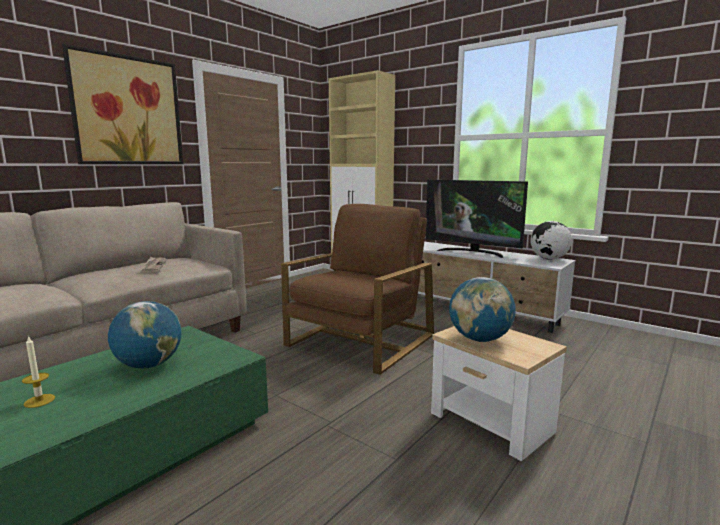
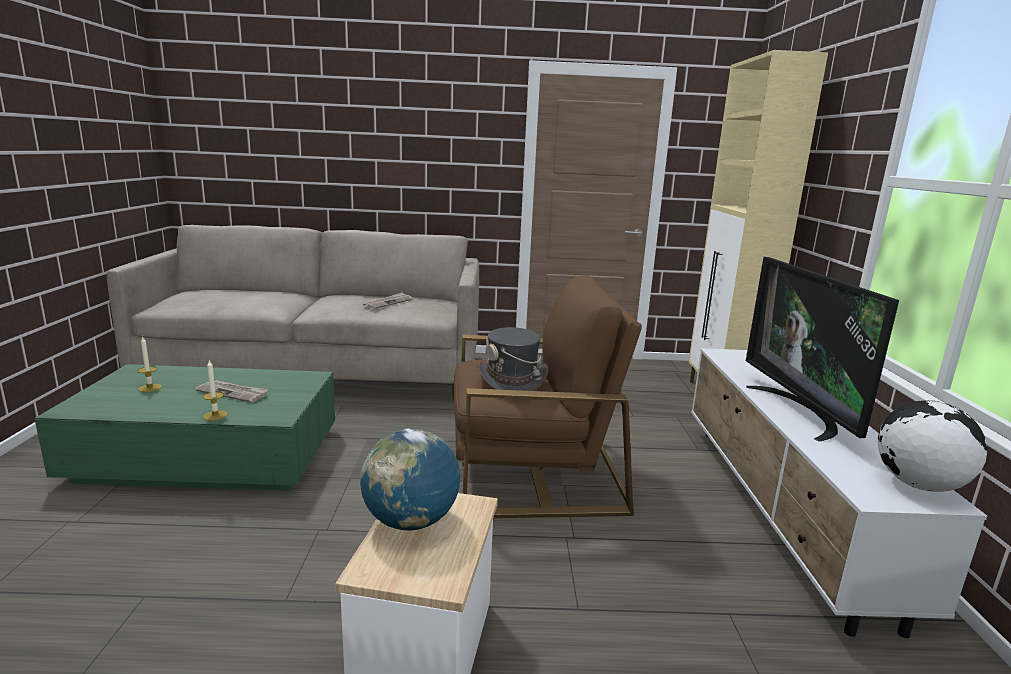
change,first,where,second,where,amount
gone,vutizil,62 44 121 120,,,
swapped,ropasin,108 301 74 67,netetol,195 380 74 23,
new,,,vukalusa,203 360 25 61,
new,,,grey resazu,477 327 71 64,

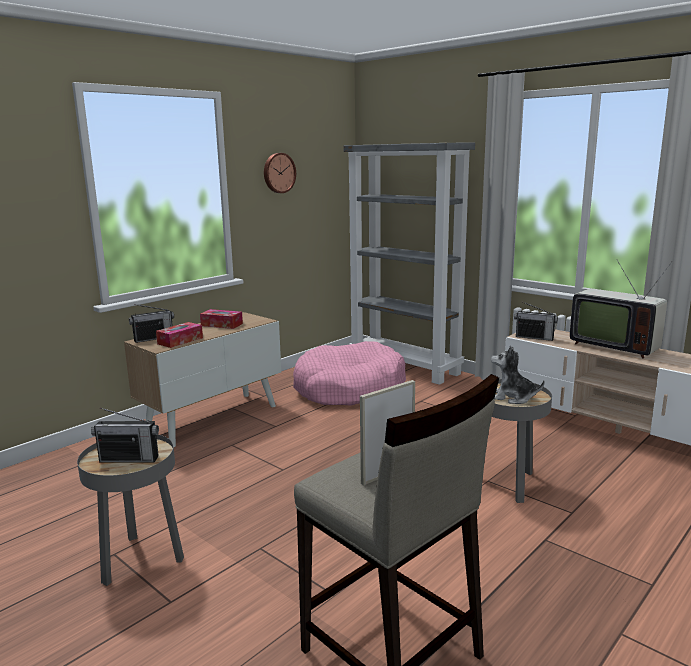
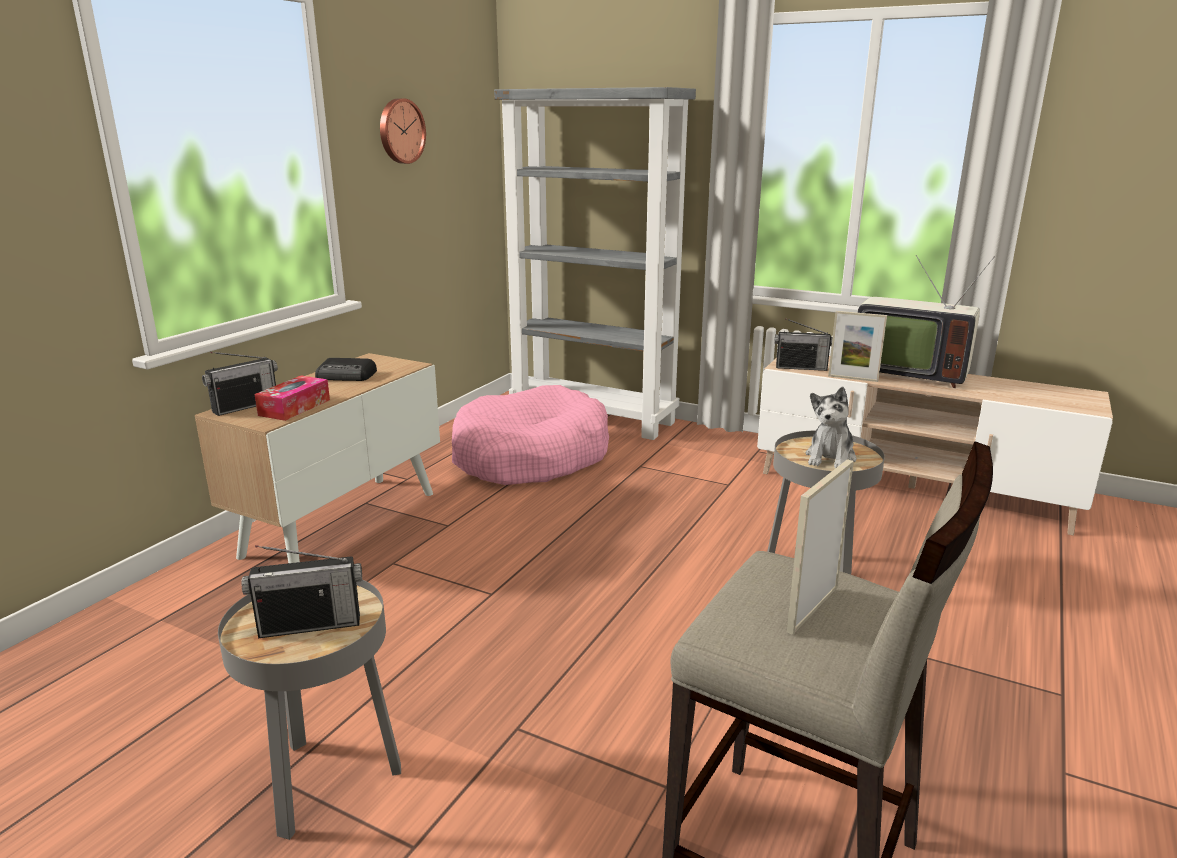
change,first,where,second,where,amount
swapped,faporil,200 309 43 20,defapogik,315 358 62 23,
rotated,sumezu,491 345 54 59,,806 387 50 81,75 degrees counterclockwise
new,,,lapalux,828 311 59 71,

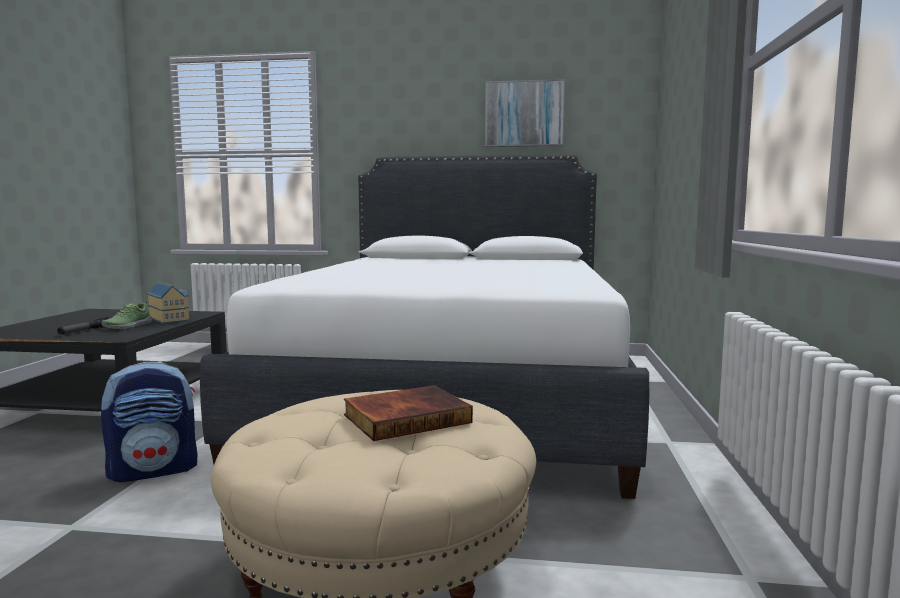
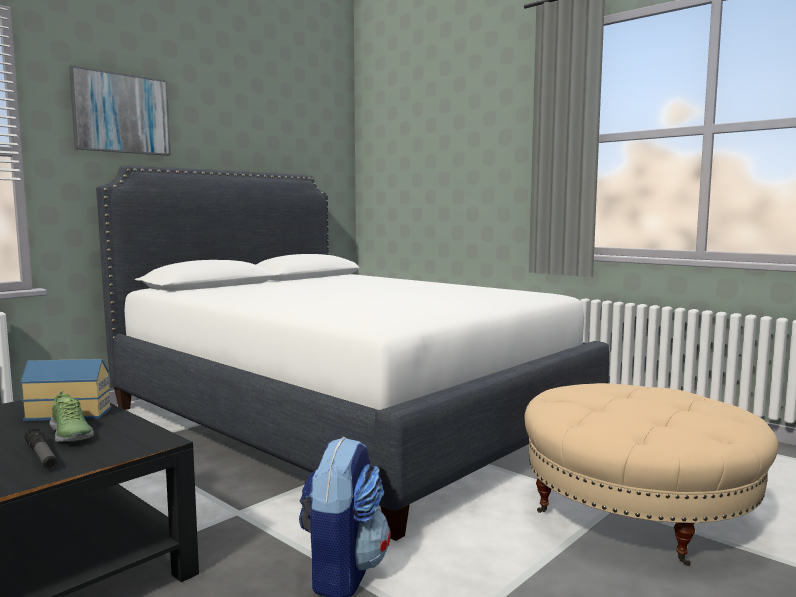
change,first,where,second,where,amount
gone,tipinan,344 385 129 56,,,
shifted,vutizil,485 79 80 68,,69 65 102 91,

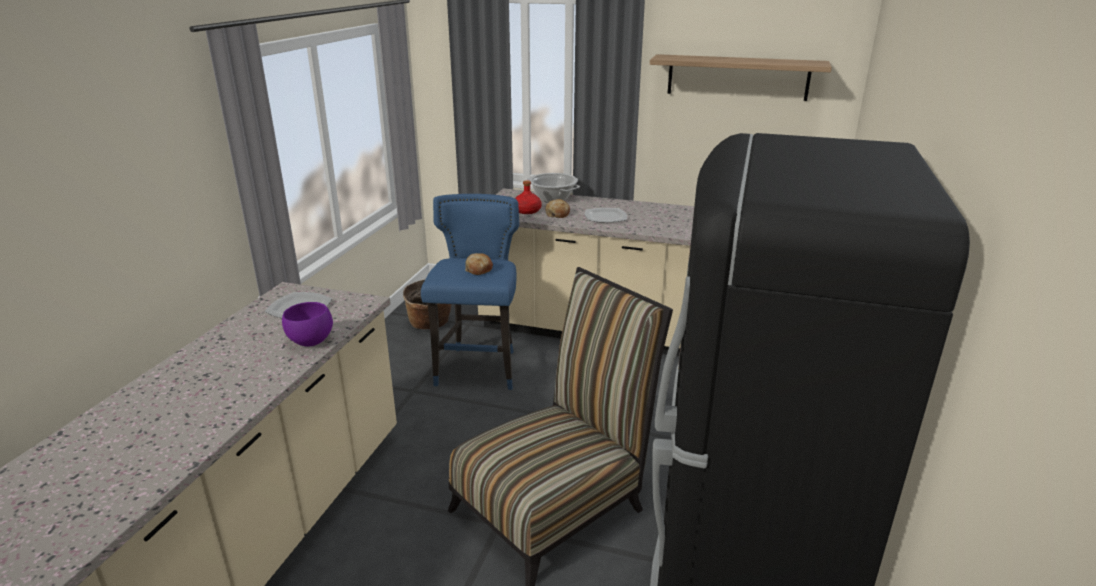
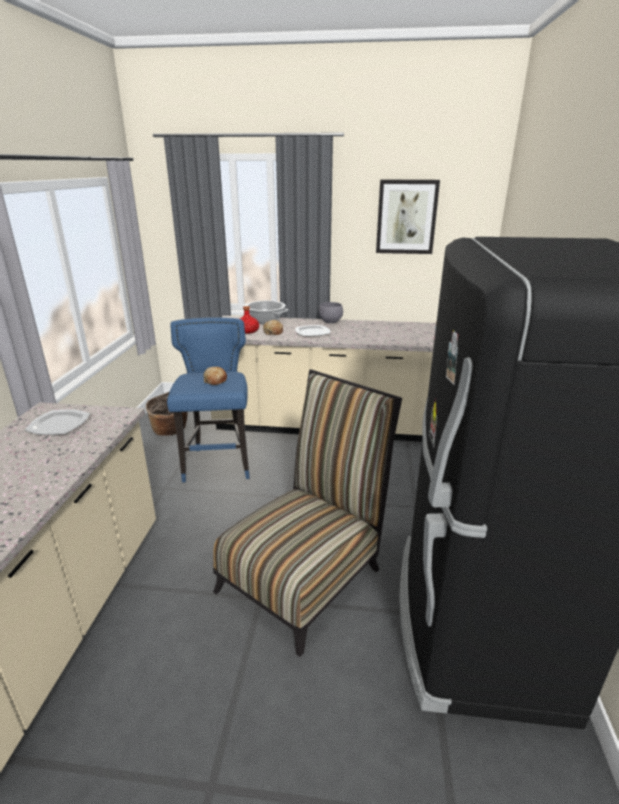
change,first,where,second,where,amount
gone,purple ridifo,282 302 51 45,,,
swapped,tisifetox,650 54 182 47,vutizil,376 180 64 74,
new,,,grey ridifo,319 302 24 21,

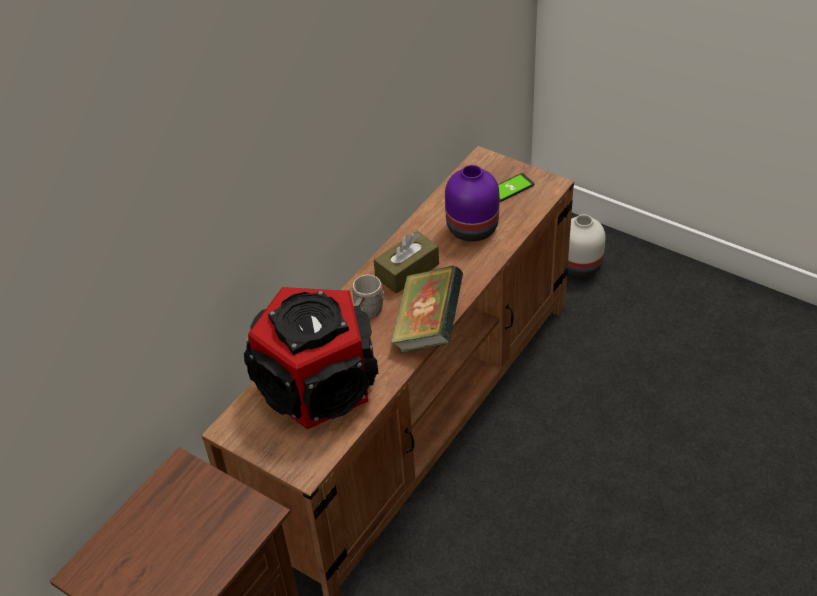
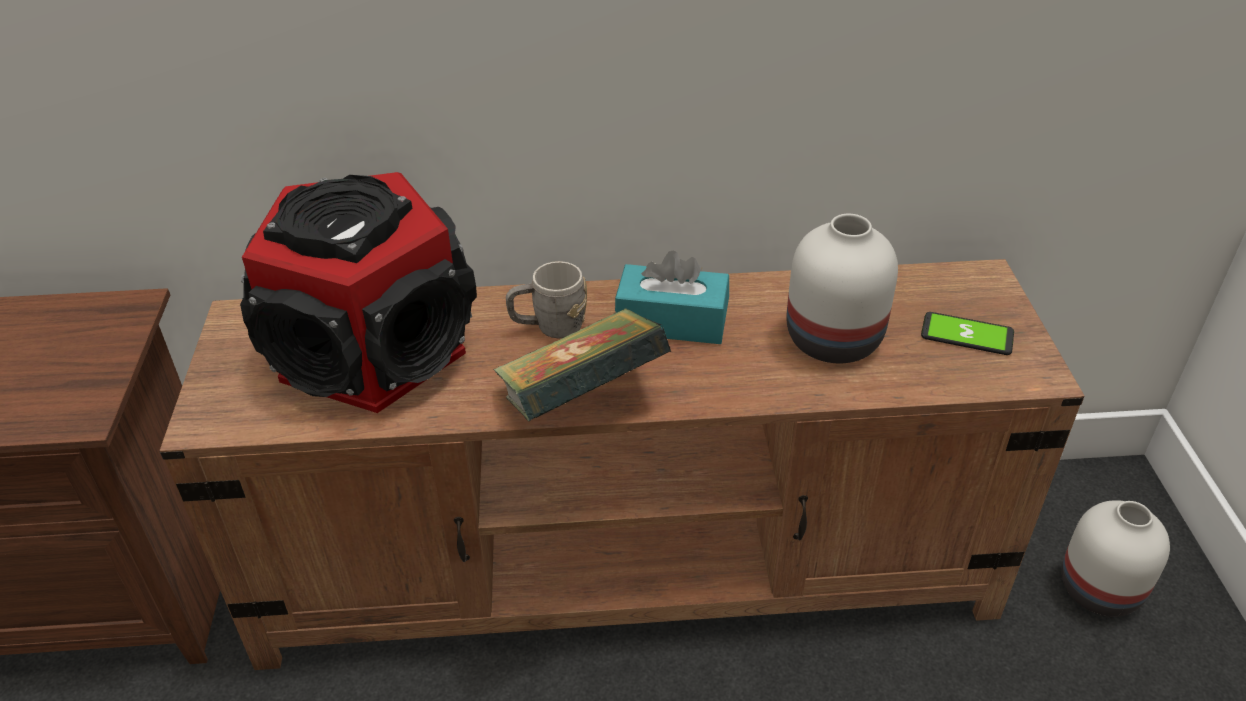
change,first,where,second,where,amount
repainted,brown faporil,374 231 65 62,turquoise faporil,615 250 114 94,
repainted,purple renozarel,445 165 54 77,white renozarel,786 214 112 149,

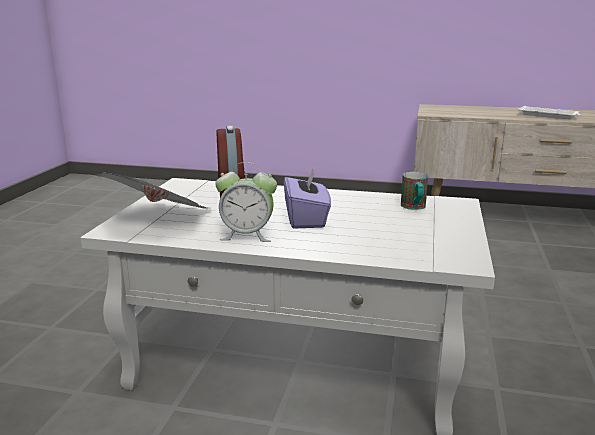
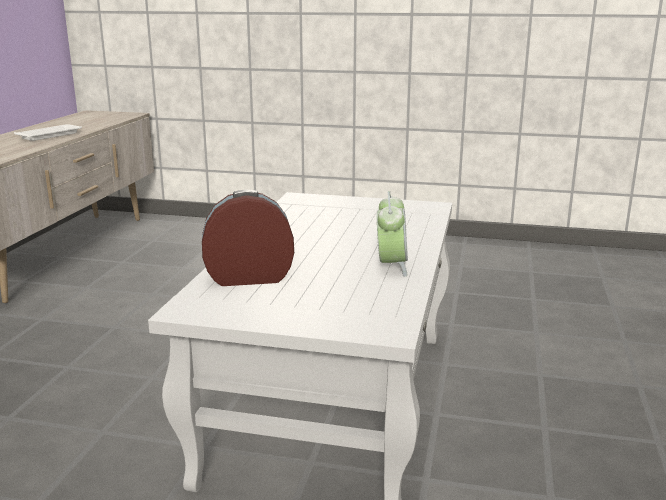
change,first,where,second,where,amount
gone,netetol,95 173 112 36,,,
gone,purple faporil,284 168 47 60,,,
gone,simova,401 172 27 38,,,

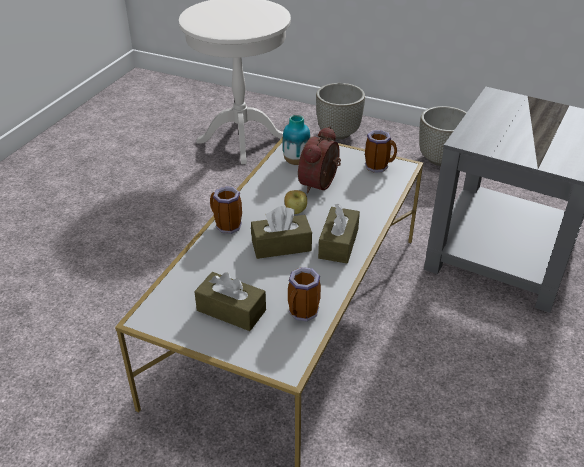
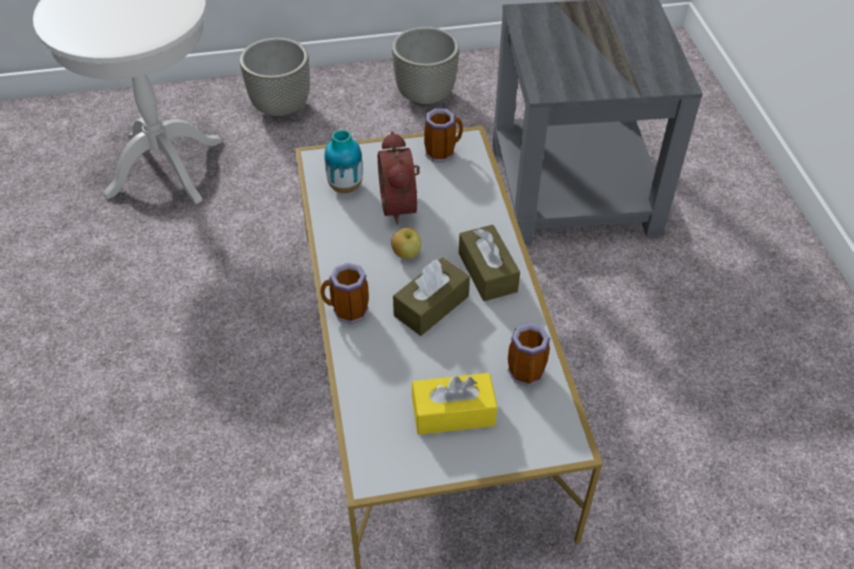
change,first,where,second,where,amount
repainted,brown faporil,194 272 72 59,yellow faporil,412 373 85 62,

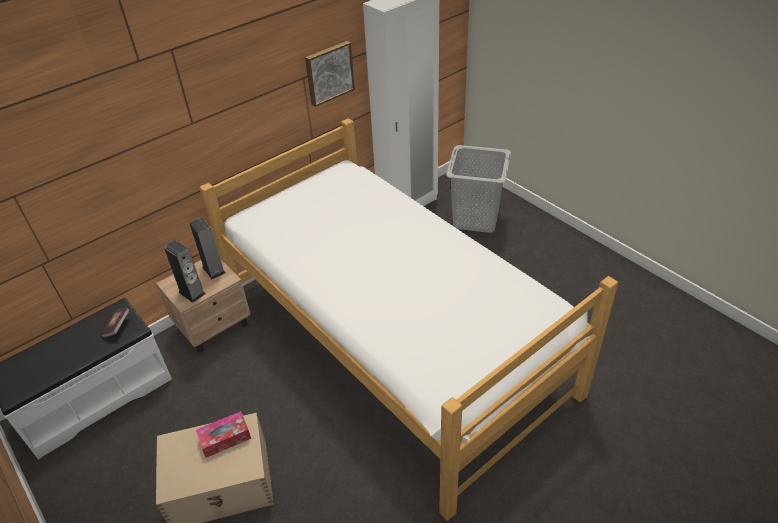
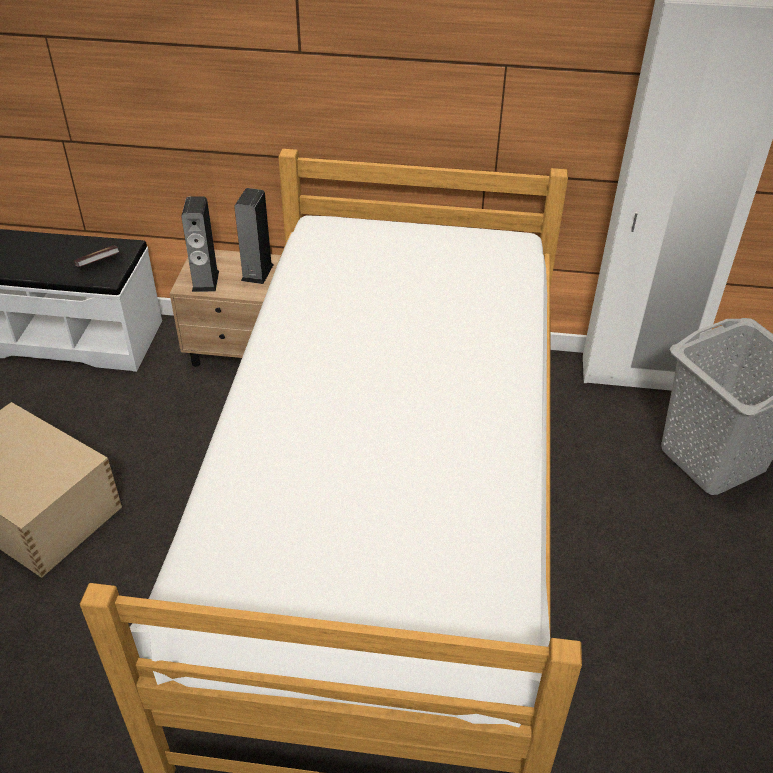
change,first,where,second,where,amount
gone,faporil,196 411 55 47,,,
gone,vutizil,305 41 50 66,,,

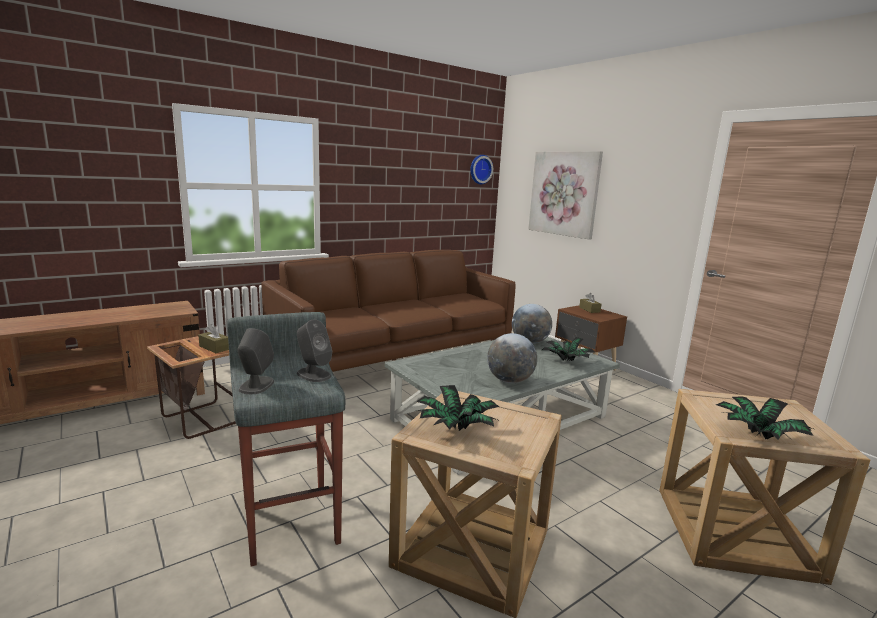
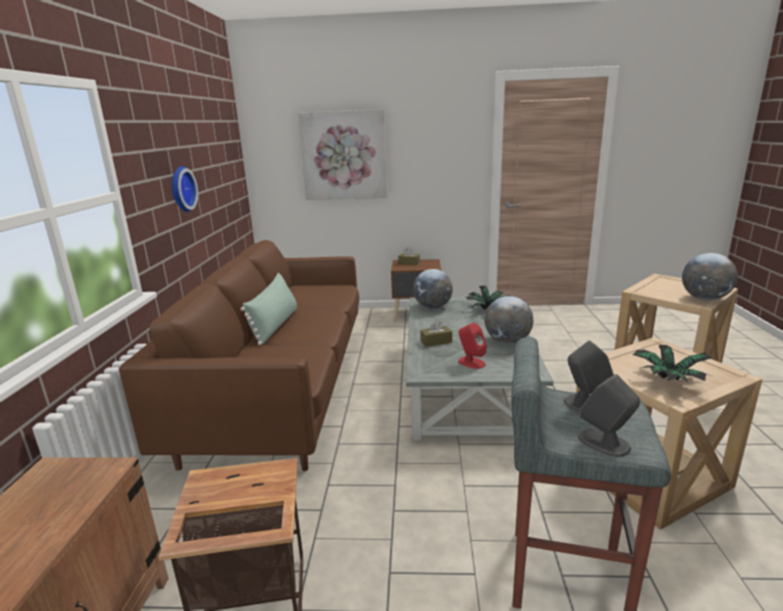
change,first,where,second,where,amount
shifted,brown faporil,198 324 31 29,,420 320 32 27,
shifted,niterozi,470 155 23 29,,172 166 26 46,
swapped,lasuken,716 396 100 44,ropasin,682 253 56 47,
new,,,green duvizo,240 273 57 72,
new,,,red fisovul,458 323 29 46,

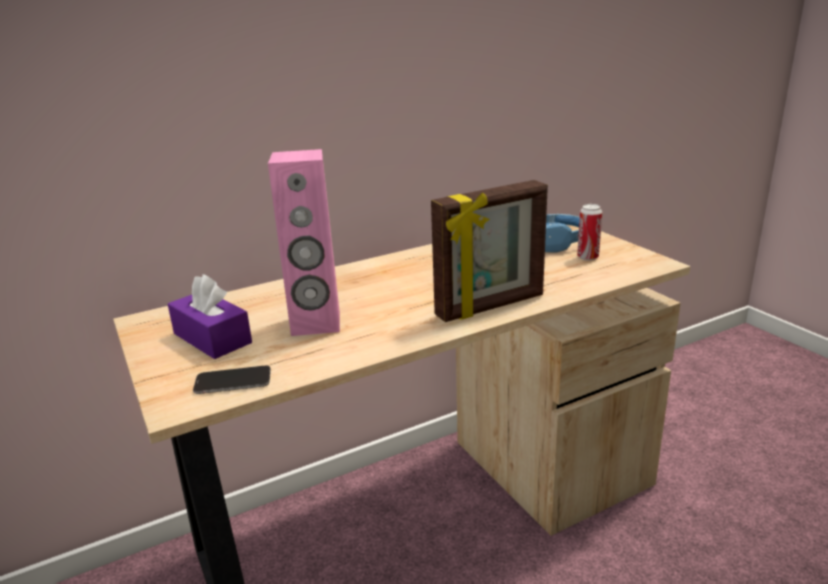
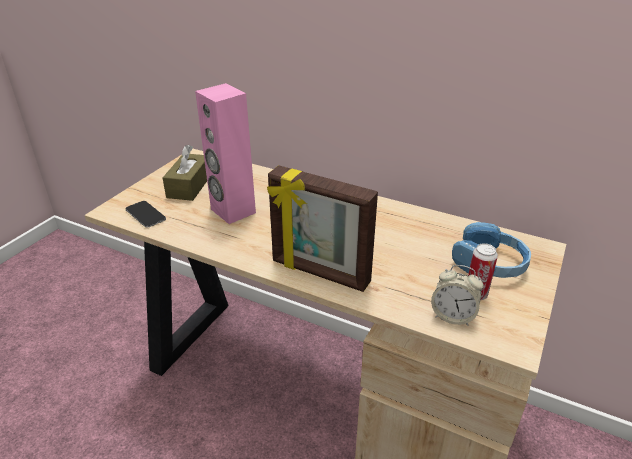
change,first,where,second,where,amount
repainted,purple faporil,168 274 84 85,brown faporil,163 145 44 56,
new,,,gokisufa,431 265 53 61,

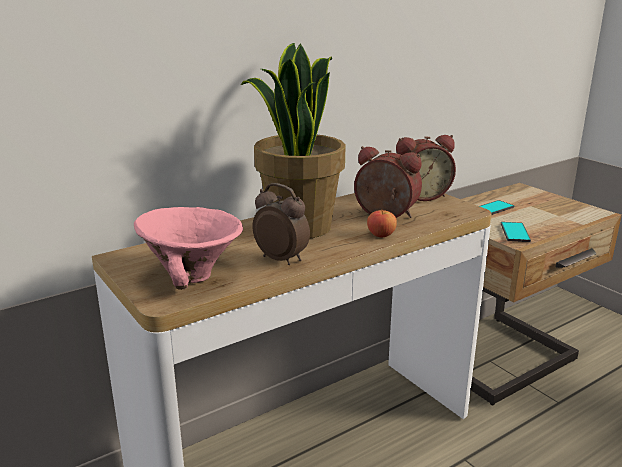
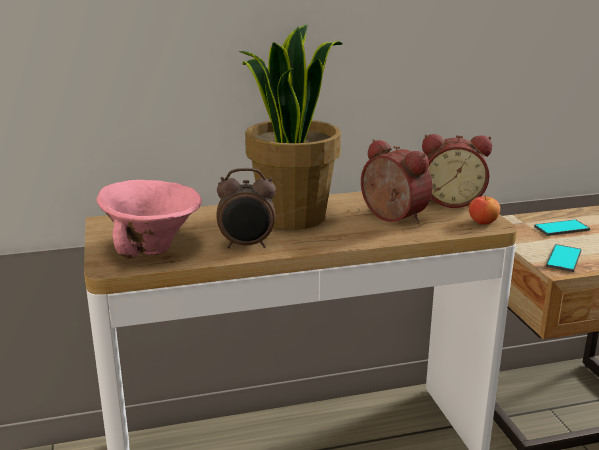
change,first,where,second,where,amount
rotated,gokisufa,252 183 58 82,,216 168 60 80,120 degrees clockwise
shifted,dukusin,367 209 30 28,,469 195 31 29,

